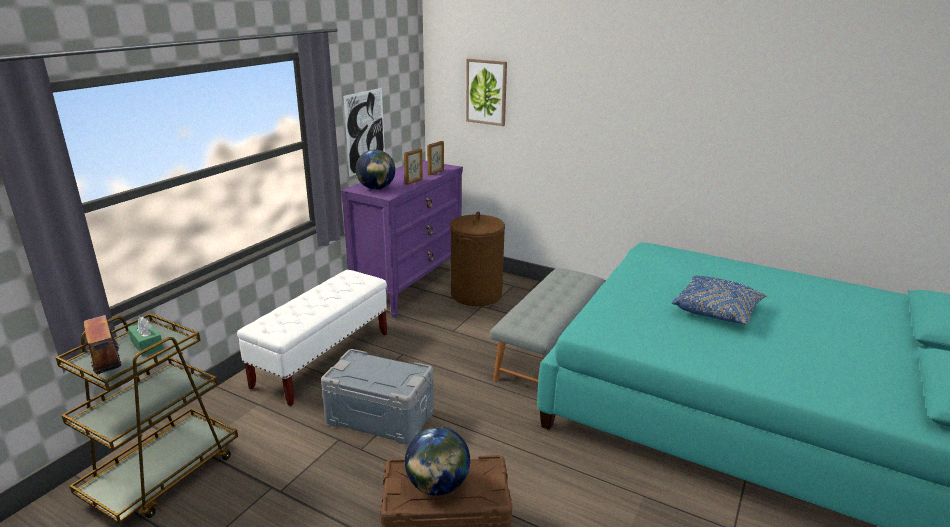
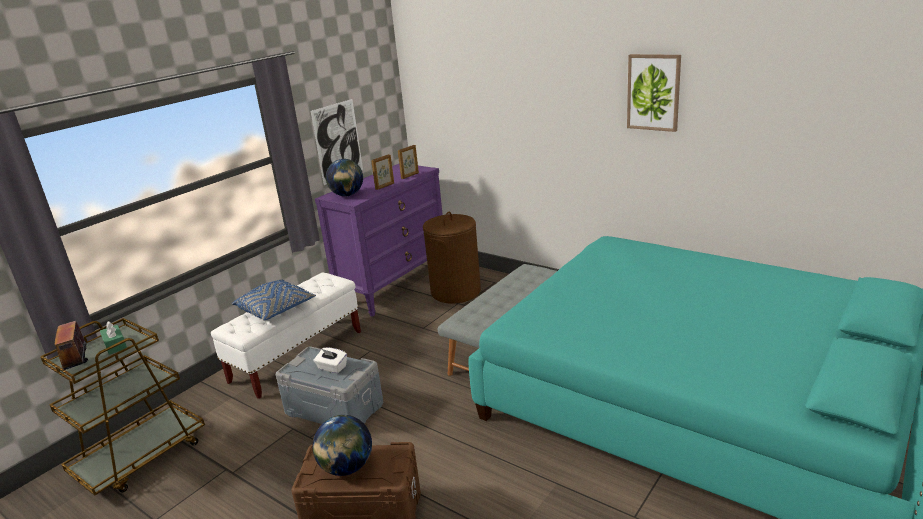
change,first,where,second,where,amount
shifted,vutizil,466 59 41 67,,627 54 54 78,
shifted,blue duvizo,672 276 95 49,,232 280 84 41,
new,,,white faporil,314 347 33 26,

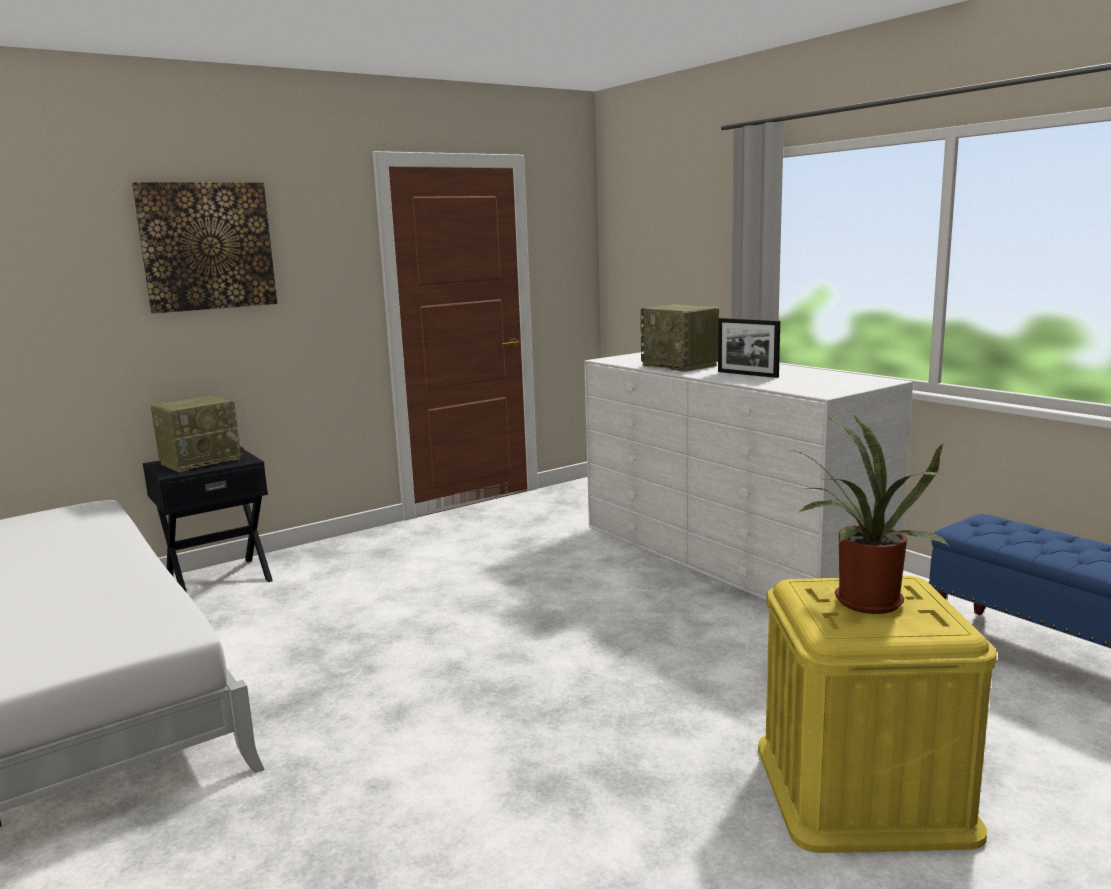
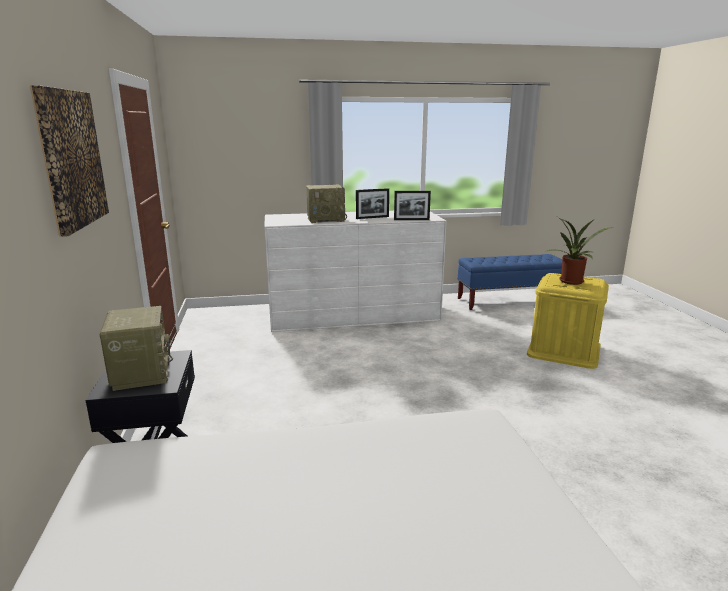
change,first,where,second,where,amount
new,,,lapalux,394 191 37 29,

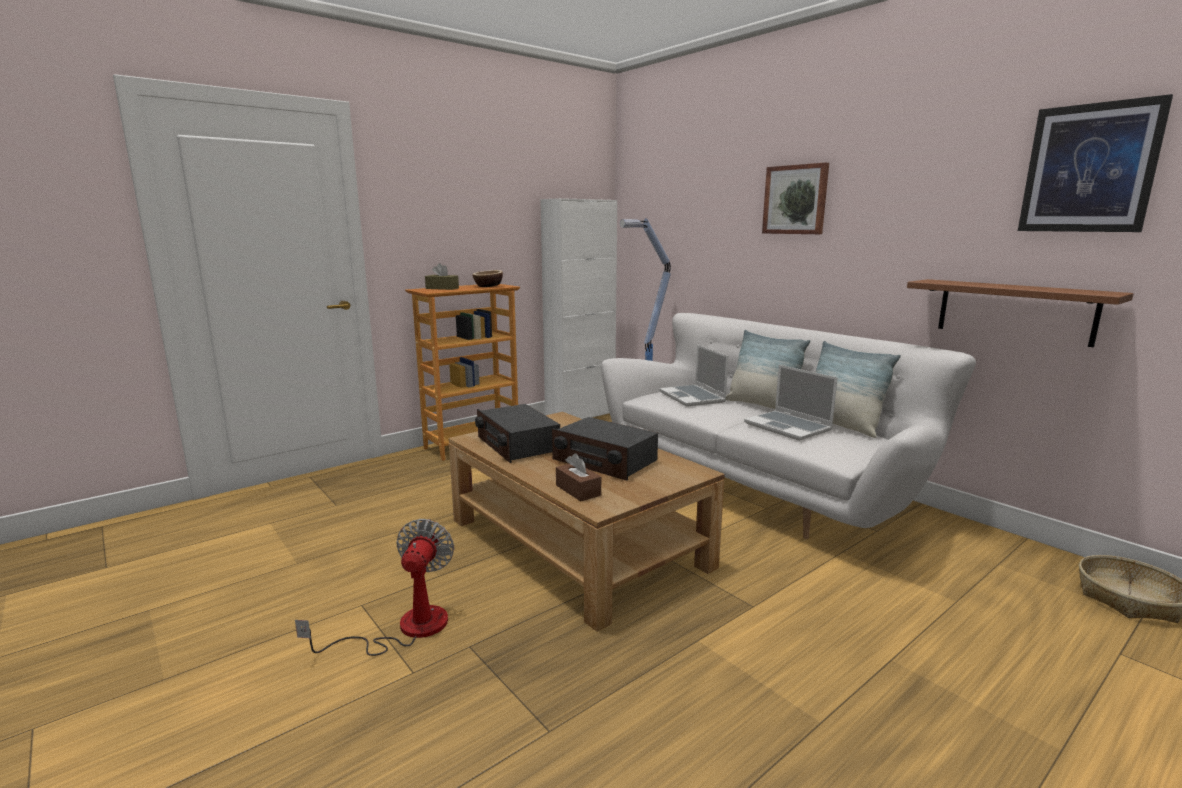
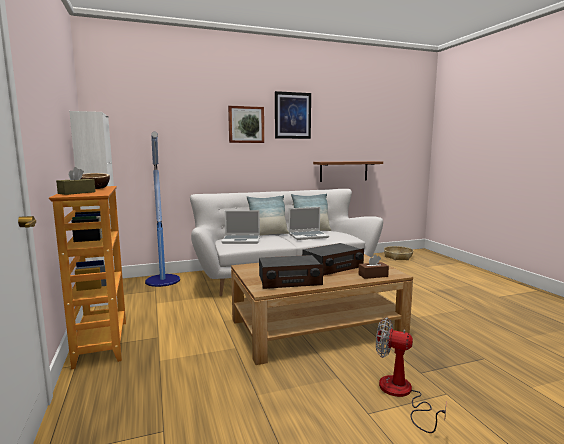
change,first,where,second,where,amount
shifted,vutizil,1018 94 155 138,,275 91 36 48,

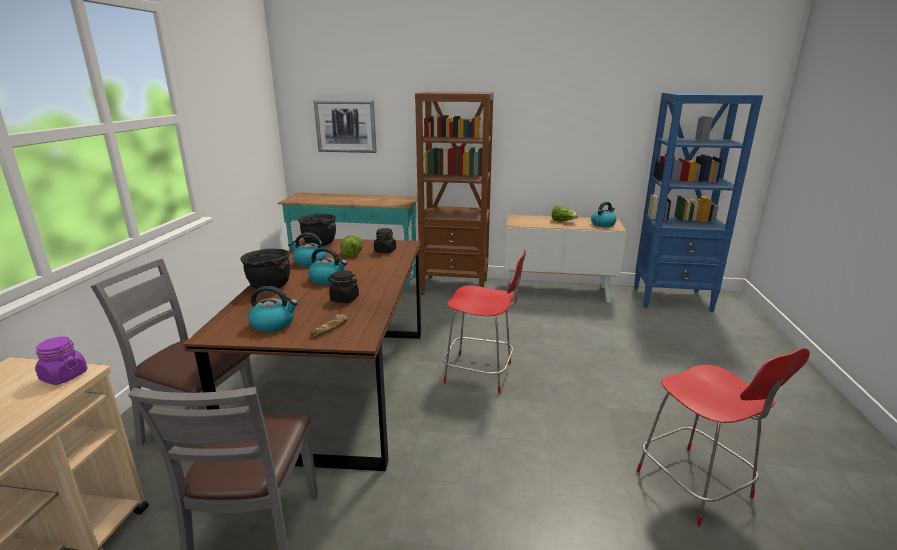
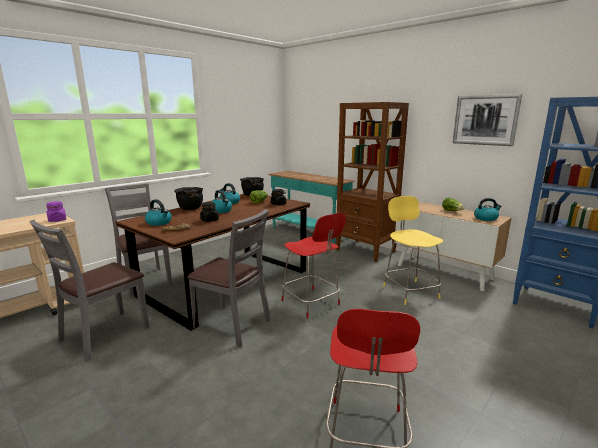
change,first,where,second,where,amount
shifted,vutizil,314 100 63 53,,453 94 69 52,
new,,,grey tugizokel,187 209 84 139,
new,,,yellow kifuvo,383 196 60 109,

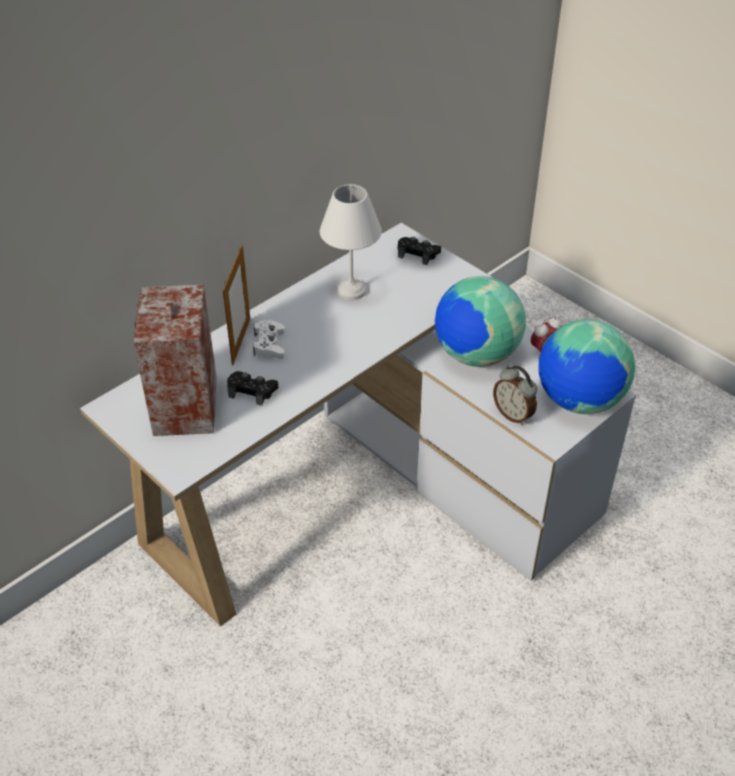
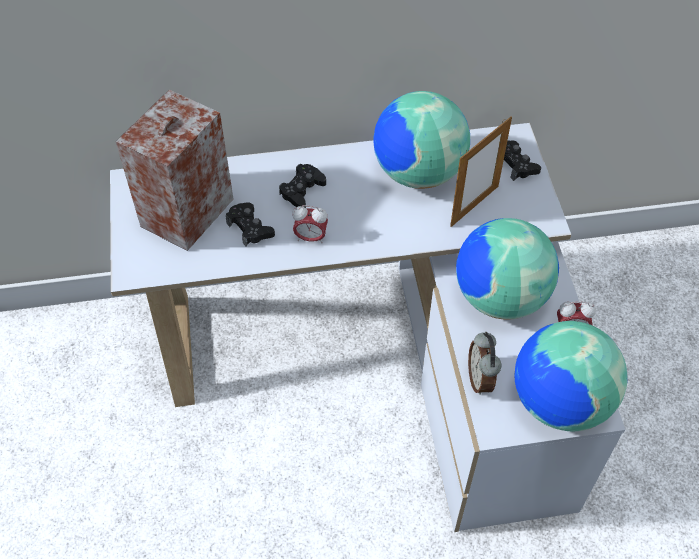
change,first,where,second,where,amount
shifted,lapalux,223 244 27 121,,450 116 62 111,
repainted,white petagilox,253 320 32 39,black petagilox,279 164 47 44,
swapped,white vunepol,320 184 62 116,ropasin,373 91 97 98,
new,,,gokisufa,292 205 36 39,

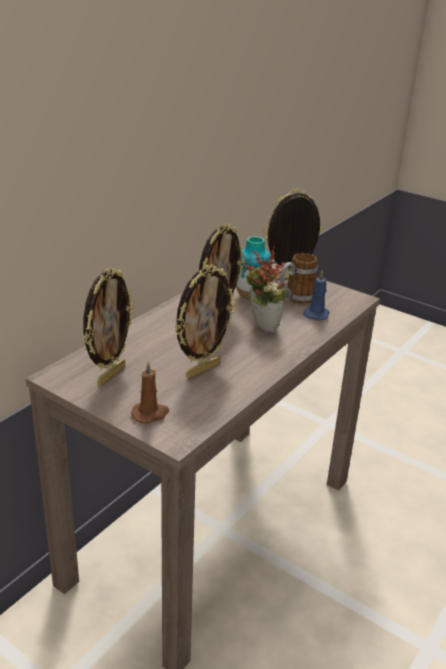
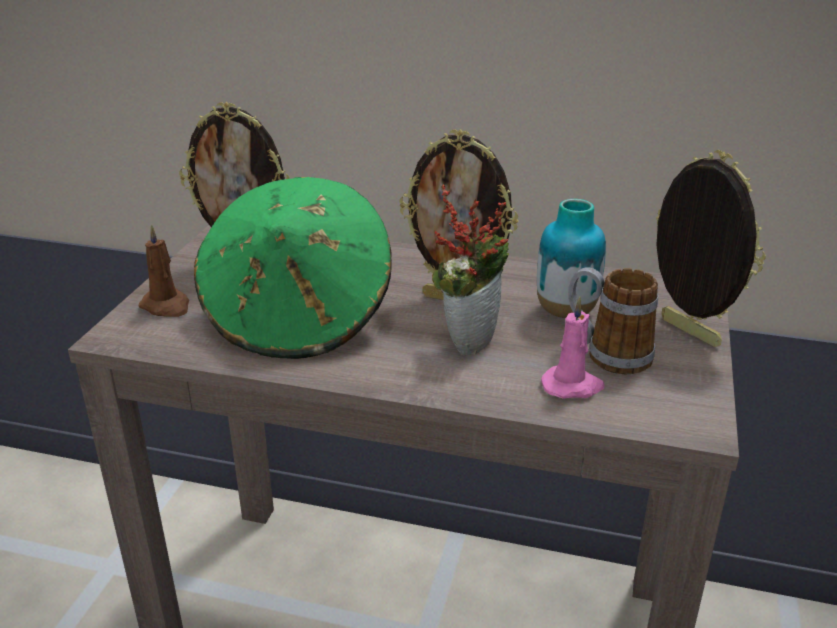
change,first,where,second,where,amount
swapped,lapalux,174 264 62 114,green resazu,194 177 198 182,
repainted,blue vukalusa,303 270 26 51,pink vukalusa,541 297 64 102,

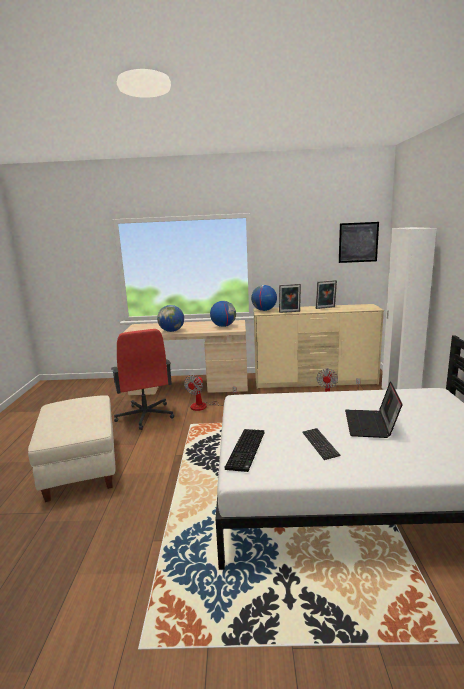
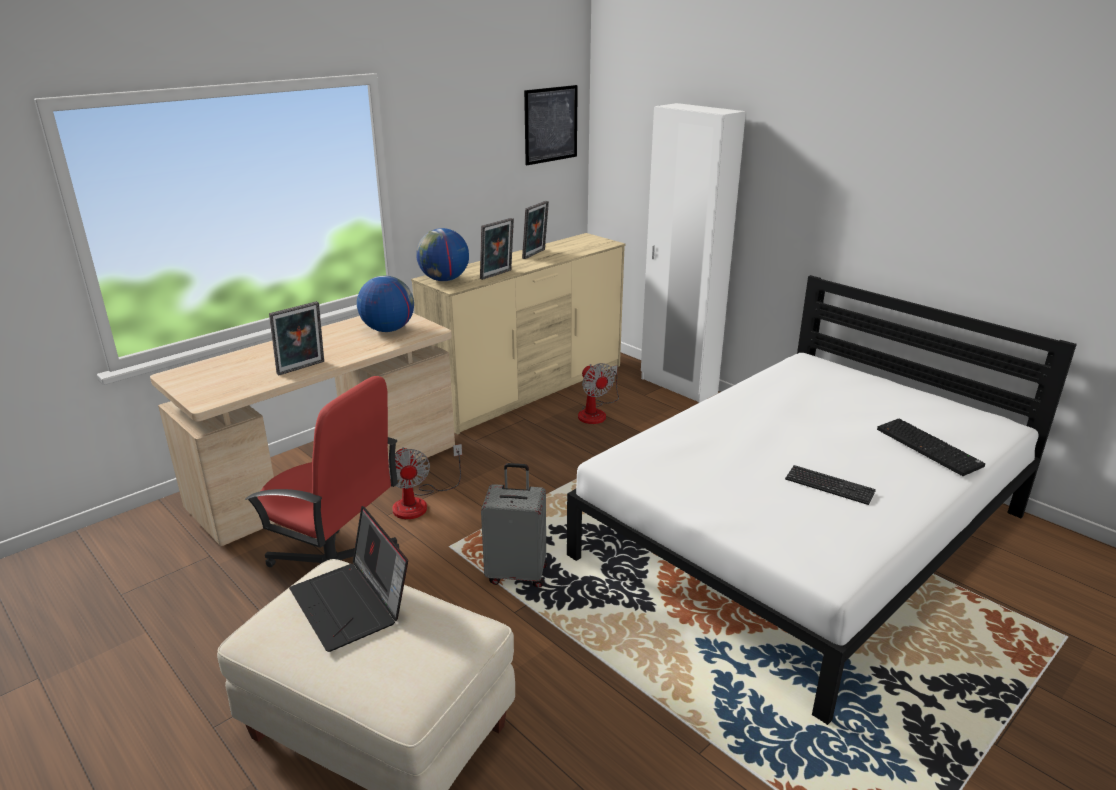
change,first,where,second,where,amount
swapped,ropasin,157 305 27 27,lapalux,269 301 55 74,
shifted,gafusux,225 429 39 43,,877 418 108 58,
shifted,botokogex,345 381 58 57,,289 506 119 146,
new,,,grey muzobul,481 463 66 124,

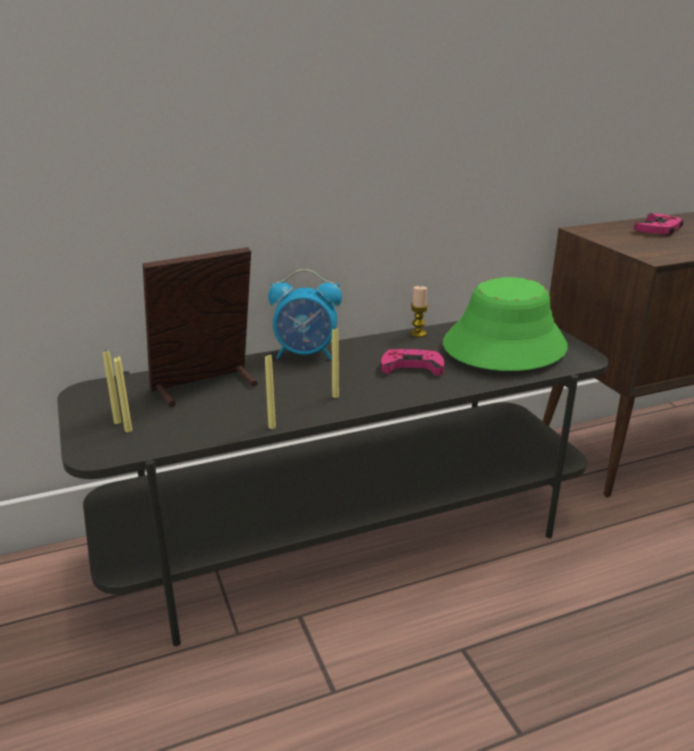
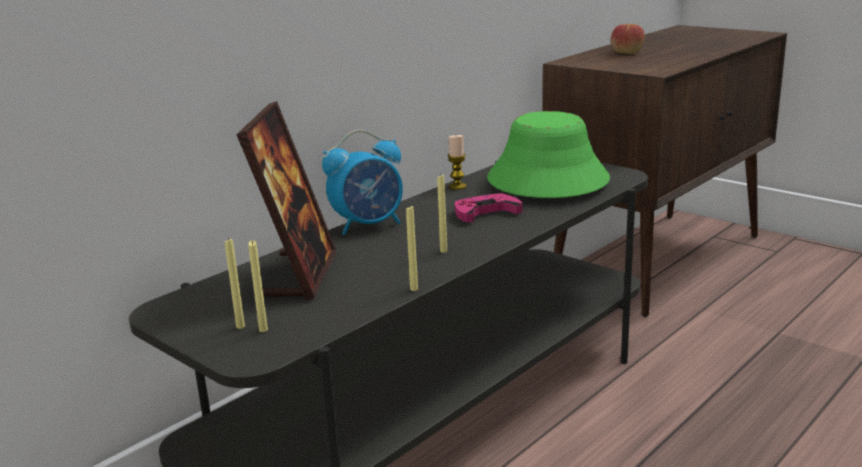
change,first,where,second,where,amount
rotated,lapalux,143 247 114 160,,236 101 100 199,150 degrees clockwise
swapped,pink petagilox,634 213 50 23,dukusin,611 24 34 30,

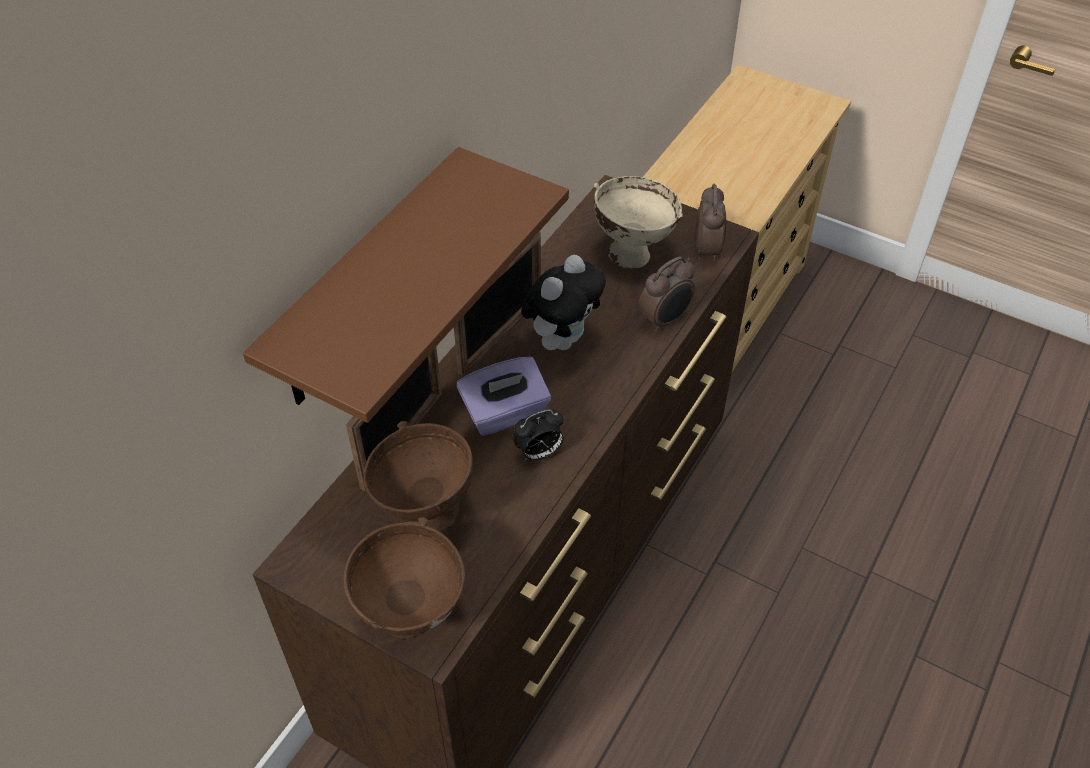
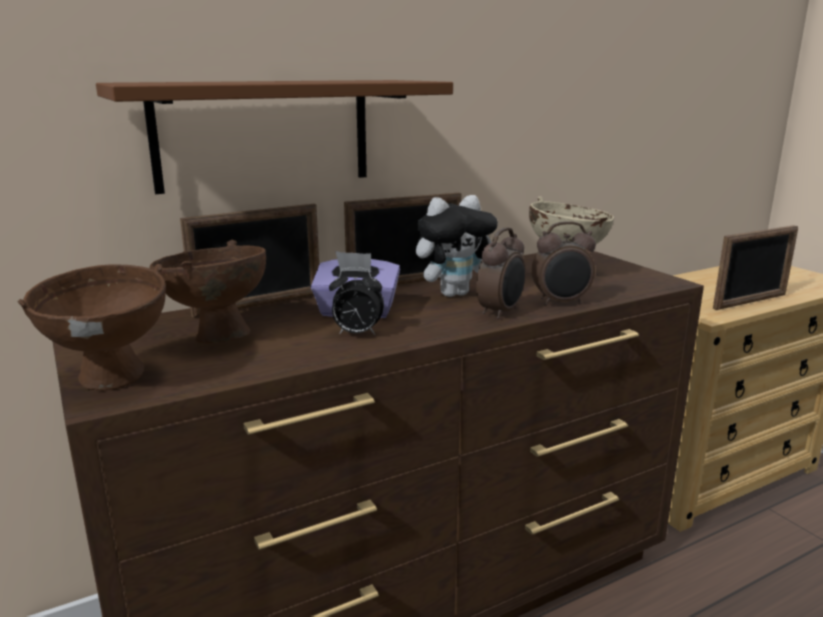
change,first,where,second,where,amount
shifted,gokisufa,695 184 31 79,,476 227 50 92,
new,,,lapalux,713 225 85 85,

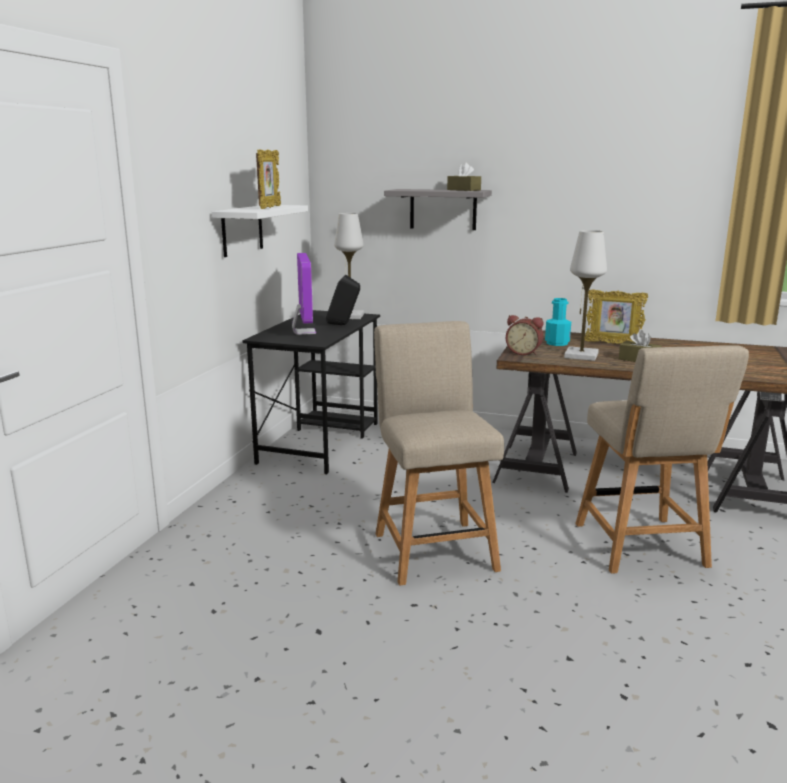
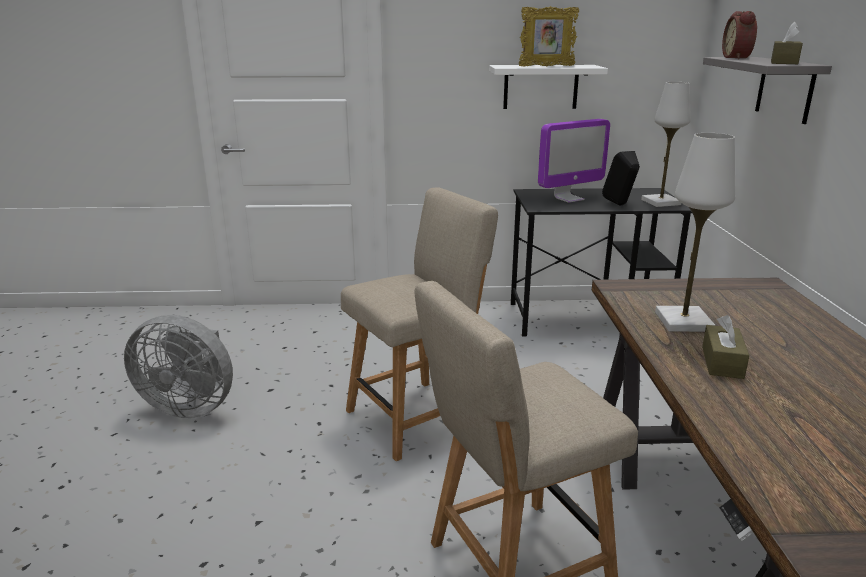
change,first,where,second,where,amount
shifted,gokisufa,506 315 37 41,,722 11 35 48,
gone,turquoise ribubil,545 298 26 48,,,
gone,lapalux,584 290 64 54,,,
new,,,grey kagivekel,124 315 109 103,

